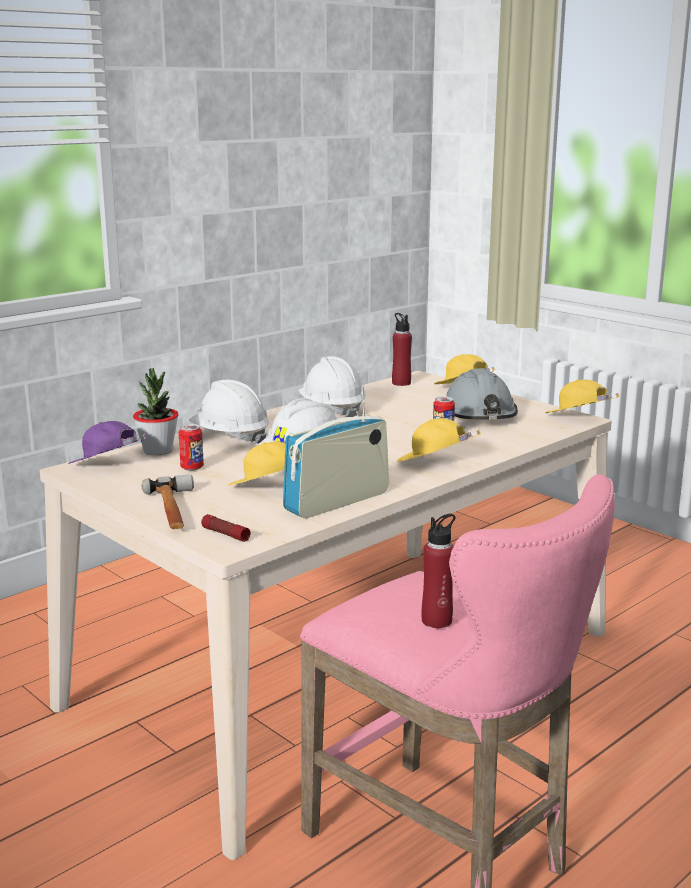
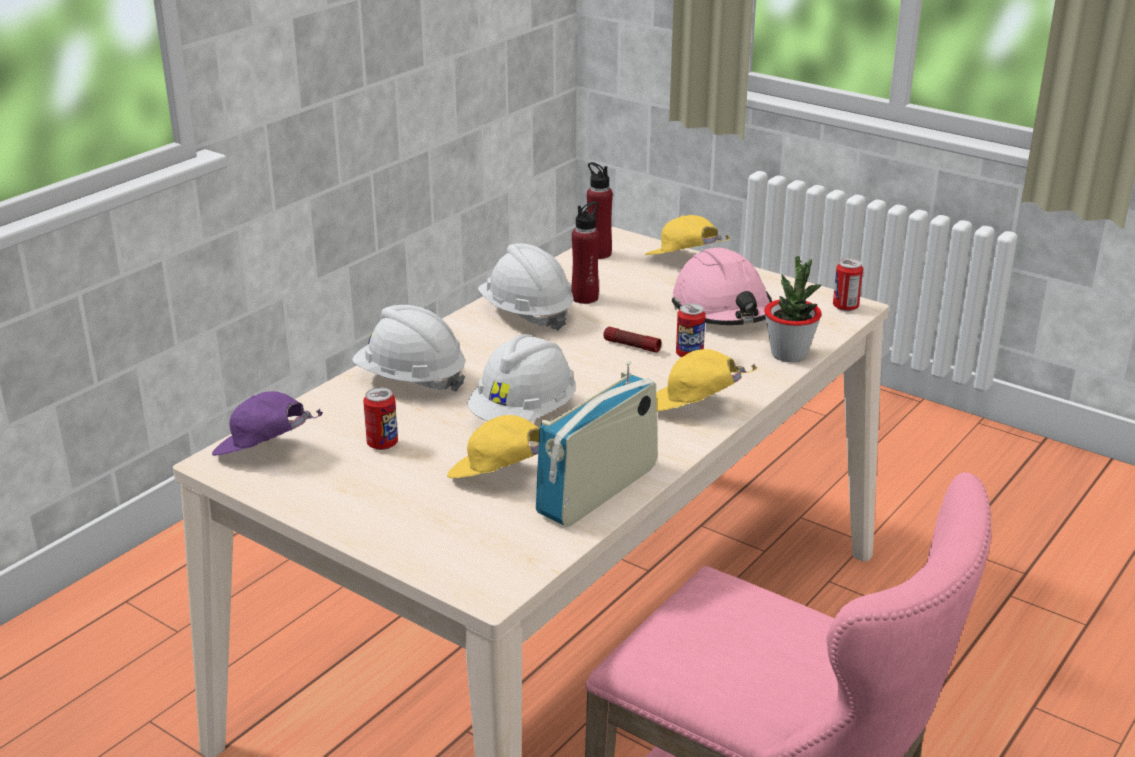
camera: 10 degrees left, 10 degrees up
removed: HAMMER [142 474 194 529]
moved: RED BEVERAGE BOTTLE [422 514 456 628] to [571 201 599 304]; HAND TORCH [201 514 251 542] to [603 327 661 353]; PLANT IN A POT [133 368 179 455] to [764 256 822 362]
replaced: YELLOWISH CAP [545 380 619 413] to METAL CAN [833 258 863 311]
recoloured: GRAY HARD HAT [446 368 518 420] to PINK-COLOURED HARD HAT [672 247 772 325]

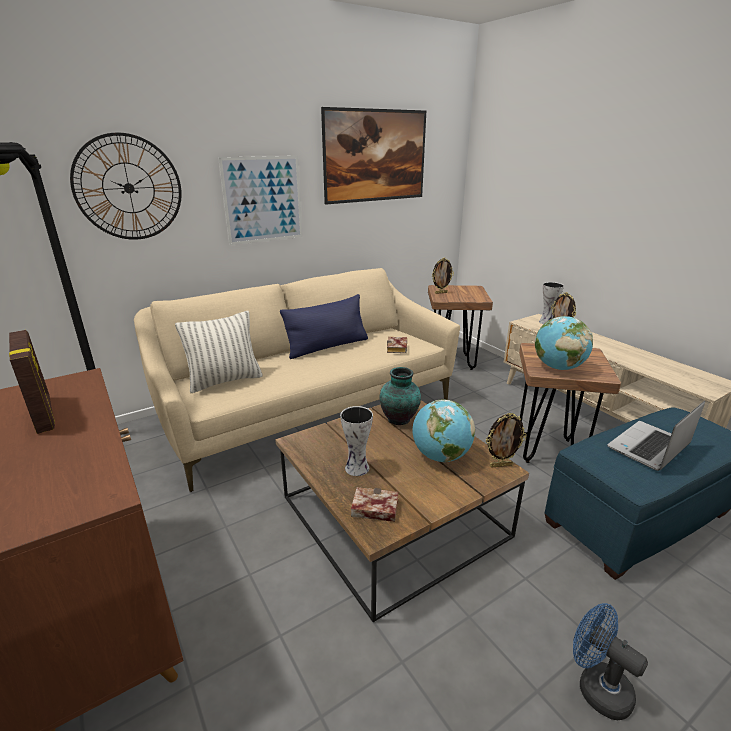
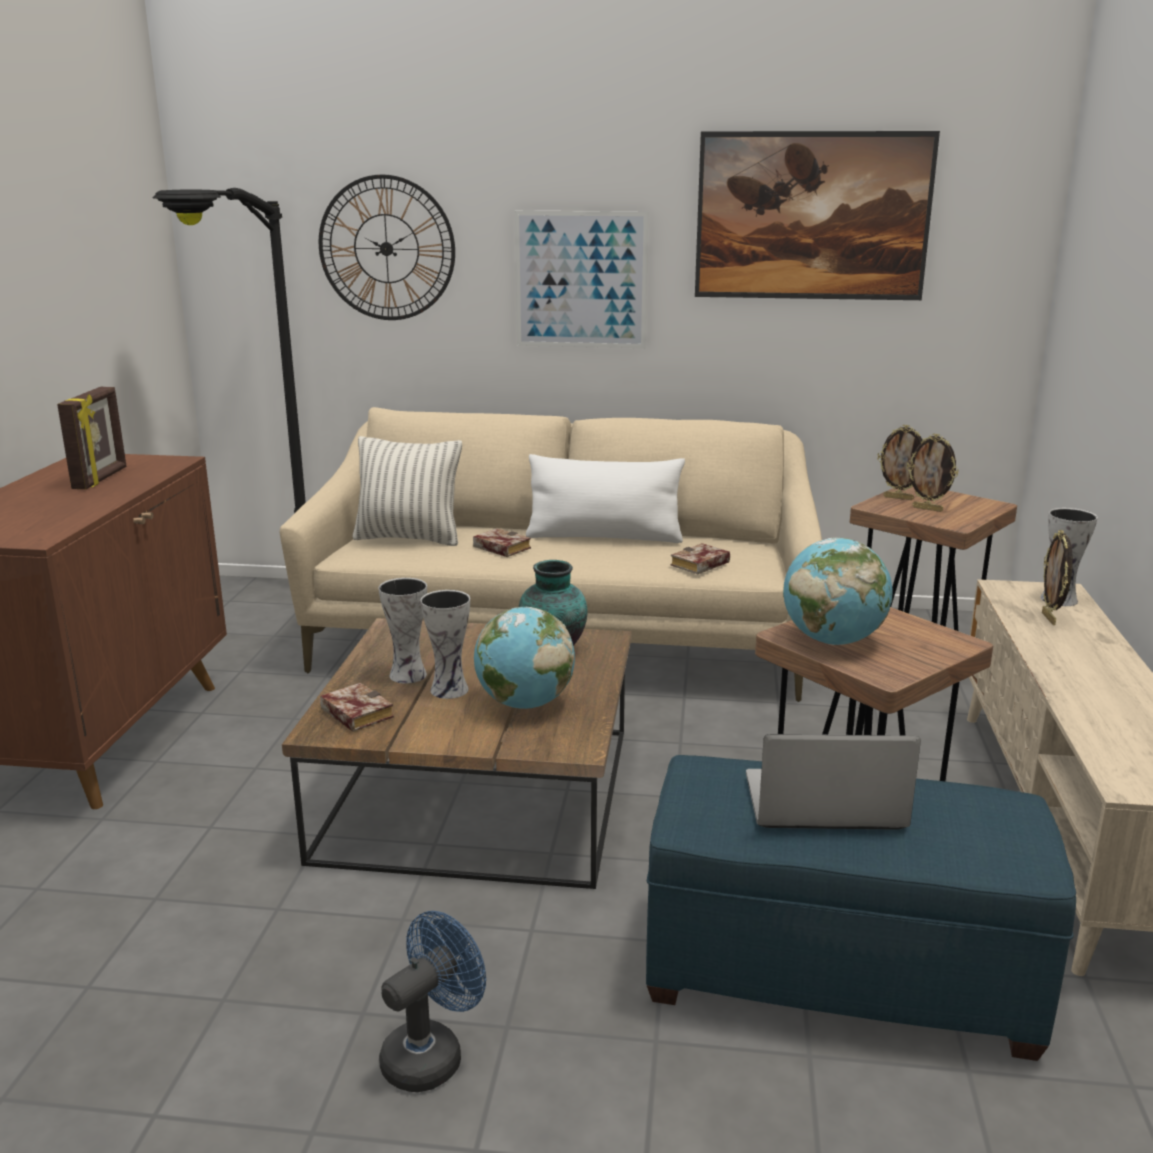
camera: 40 degrees right, 5 degrees down
added: VASE [420 590 470 699]; VOLUME [473 528 531 557]
moved: PICTURE FRAME [486 413 527 468] to [906 434 959 512]
recoloured: BLUE THROW PILLOW [280 294 368 359] to WHITE THROW PILLOW [526 454 685 543]
turned: BLUE FAN [573 603 648 720] = [379 911 486 1092] 45 degrees clockwise

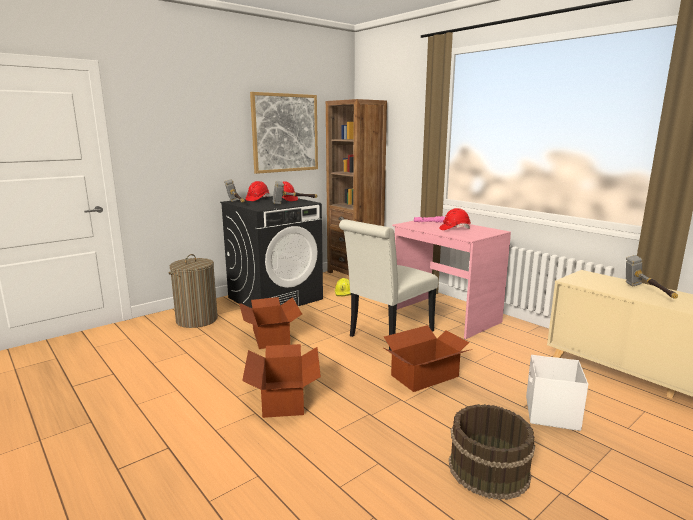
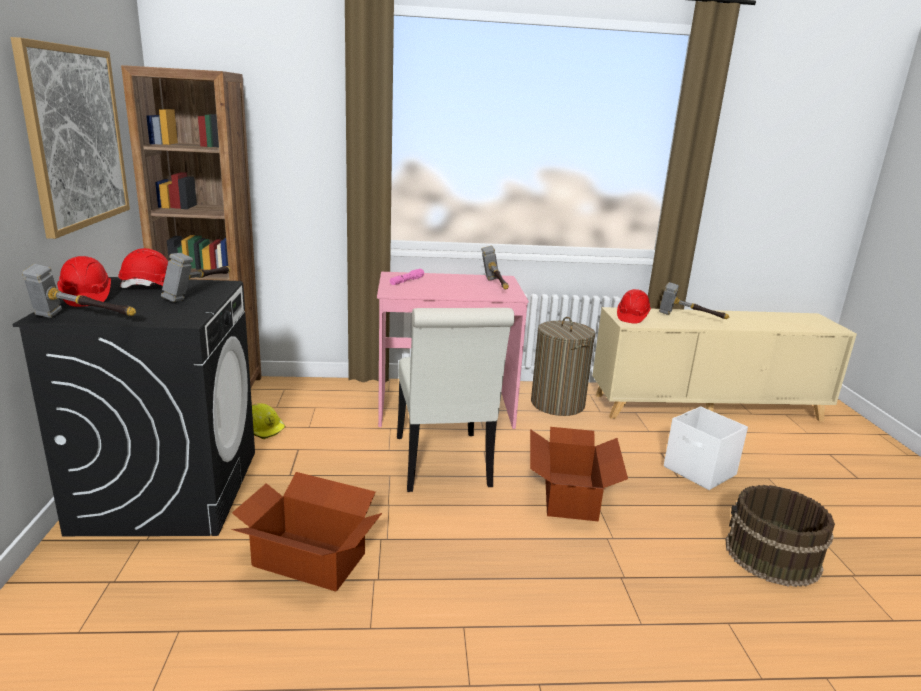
camera: 55 degrees left, 5 degrees up
removed: CARDBOARD BOX [242 344 321 418]
added: HAMMER [481 246 509 290]
moved: WASHING BASKET [168 254 218 328] to [531 317 595 416]; RED HARD HAT [439 208 471 230] to [617 289 651 324]

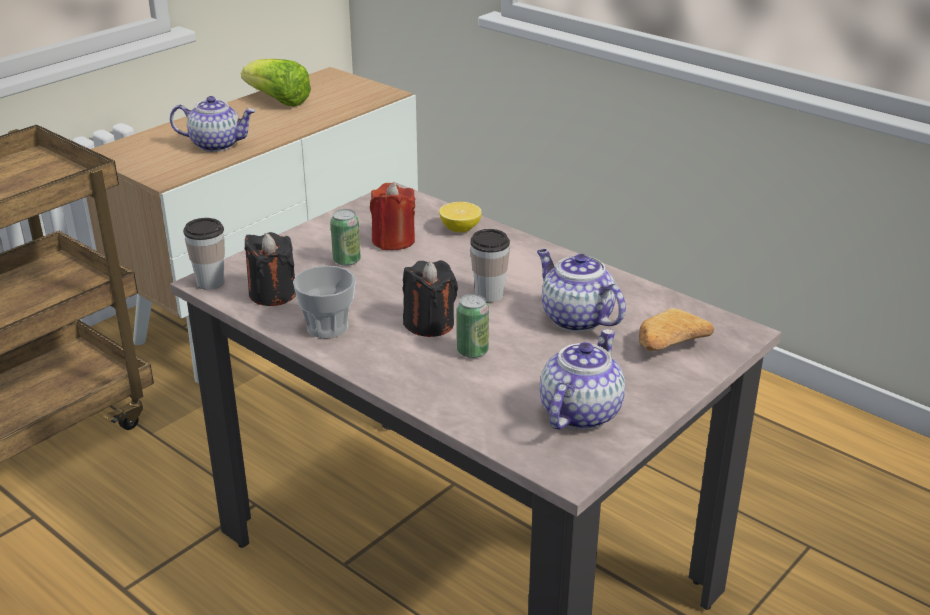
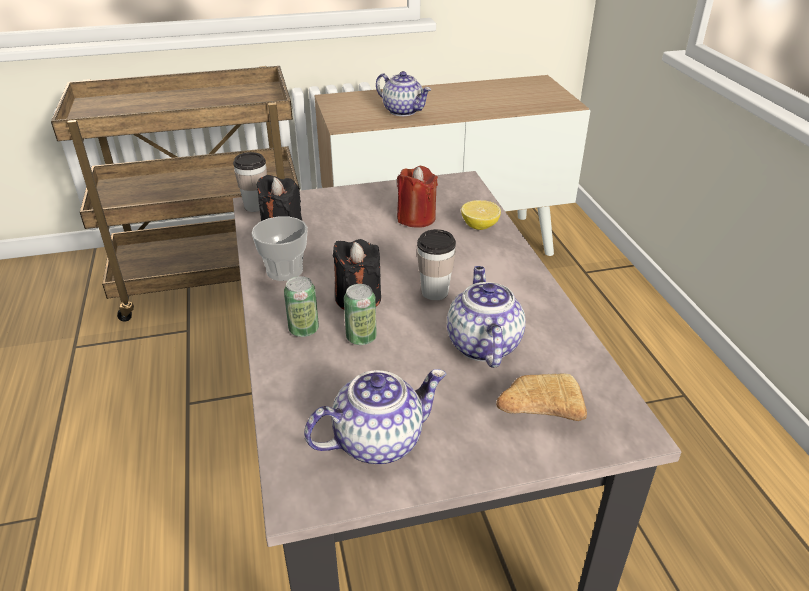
camera: 35 degrees right, 5 degrees up
removed: HEAD OF LETTUCE [241 59 311 107]
moved: METAL CAN [330 209 361 266] to [284 276 319 337]

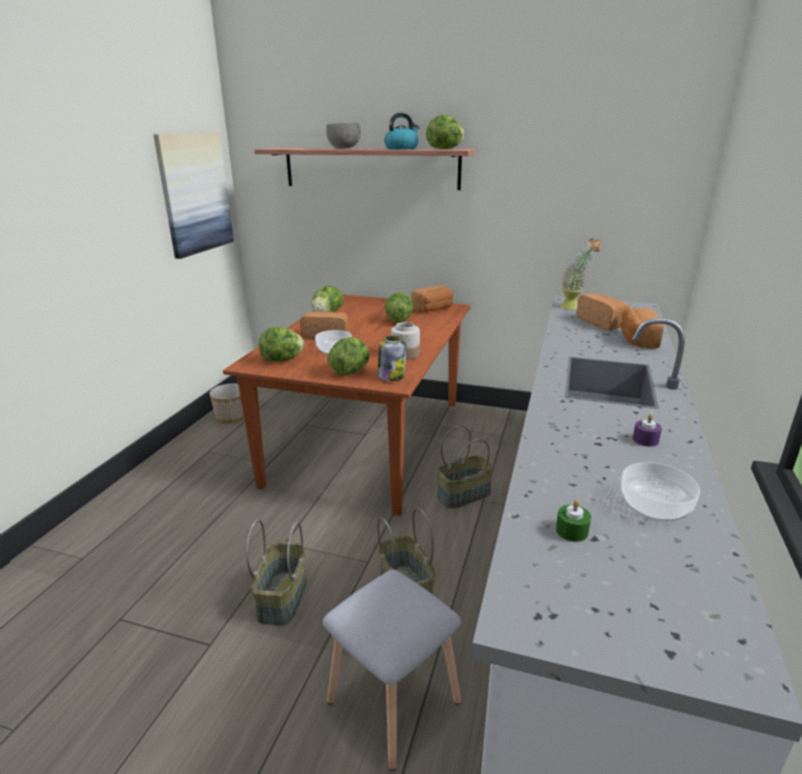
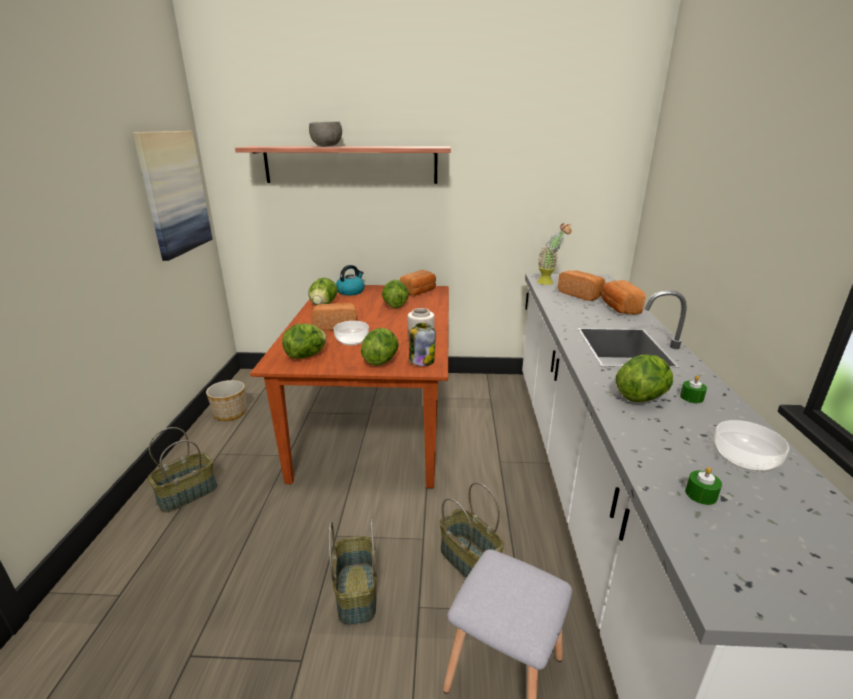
camera: 15 degrees left, 0 degrees up
moved: HOUSEHOLD BASKET [436 426 494 509] to [148 427 217 512]; KETTLE [384 113 419 149] to [336 265 365 296]; HEAD OF LETTUCE [426 115 464 149] to [616 355 673 402]
recoloured: PURPLE-COLOURED WAX LIGHT [633 414 662 447] to GREEN-COLOURED WAX LIGHT [680 375 707 403]

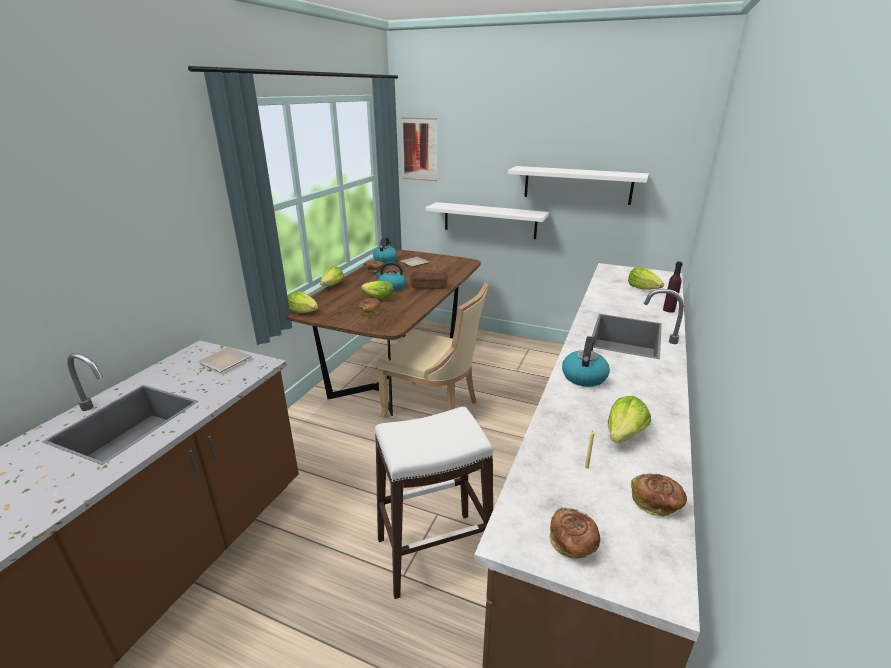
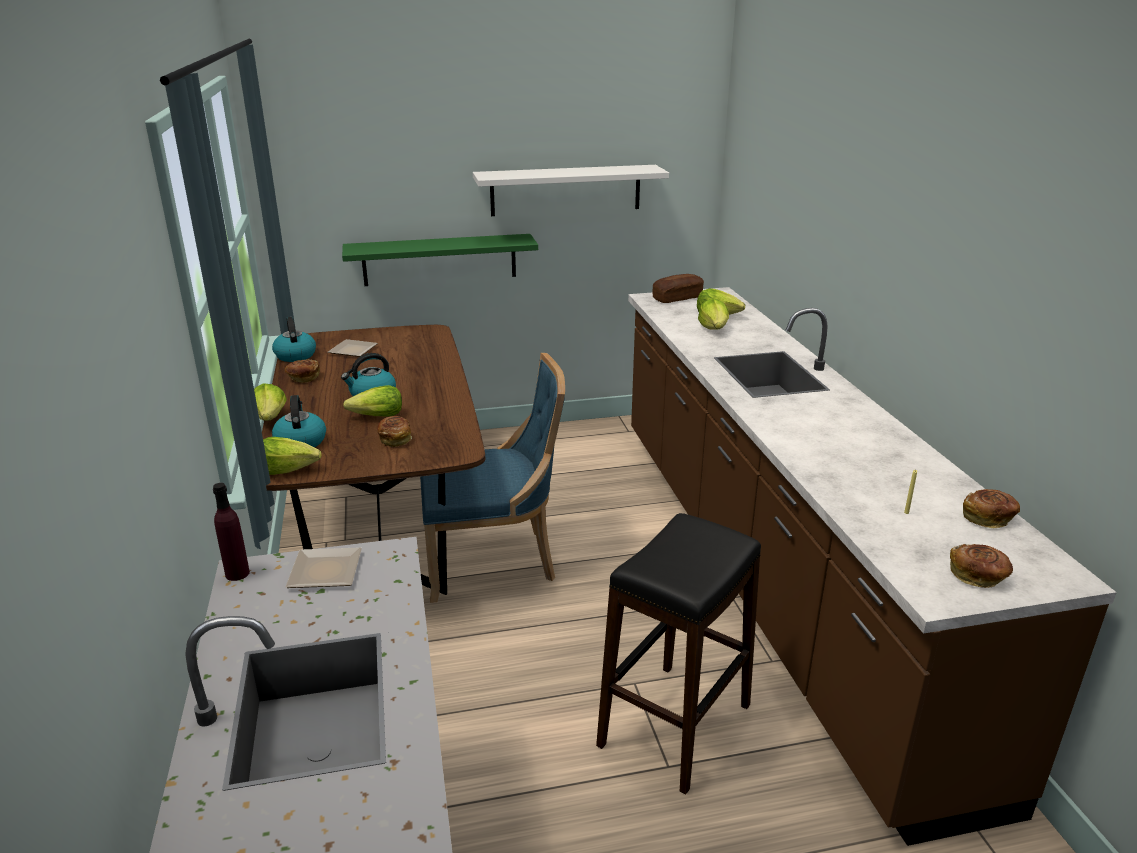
camera: 35 degrees left, 0 degrees up
removed: WALL PICTURE [401 117 437 181]
moved: PURPLE-COLOURED BEVERAGE BOTTLE [663 261 683 313] to [213 483 250 581]; KETTLE [562 336 610 387] to [272 395 326 447]; BAKED BREAD [410 270 448 289] to [652 274 704 303]; HEAD OF LETTUCE [608 396 651 443] to [698 299 729 330]
recoloured: WHITE BRACKET SHELF [425 202 549 239] to GREEN-COLOURED BRACKET SHELF [342 234 538 286]; SAND-COLOURED PLAIN CHAIR [377 283 488 418] to BLUE PLAIN CHAIR [420 353 565 603]; WHITE STOOL SEAT [375 407 493 599] to BLACK-COLOURED STOOL SEAT [596 513 761 795]

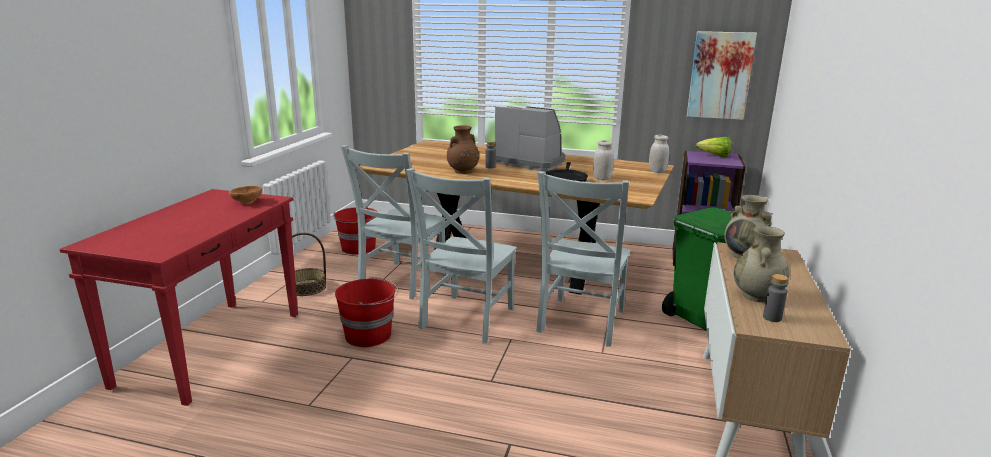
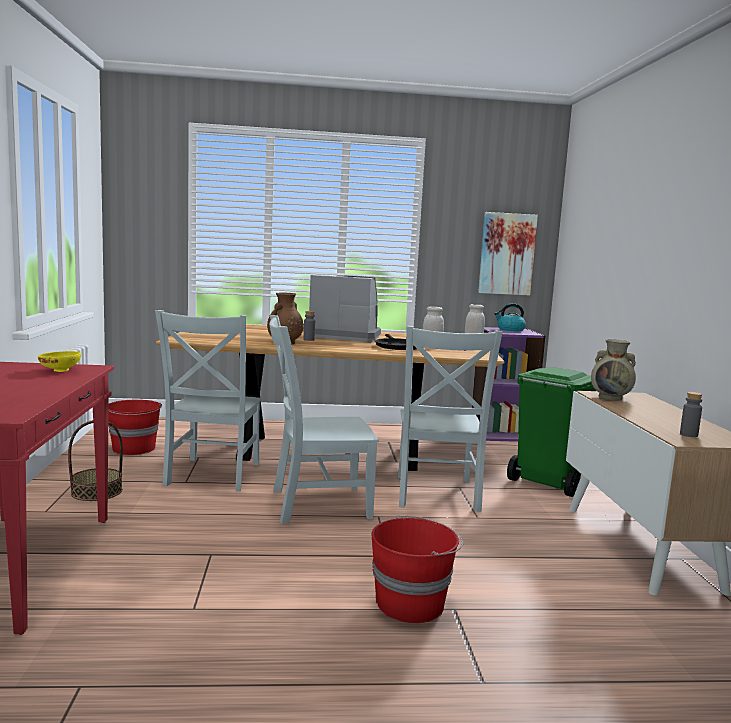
camera: 20 degrees left, 10 degrees down
removed: SAND-COLOURED VASE [734 226 790 302]
moved: RED PAIL [335 277 398 347] to [371 515 463 623]
replaced: HEAD OF LETTUCE [696 137 731 157] to KETTLE [494 304 526 331]
recoloured: BROWNISH SERVING BOWL [229 186 262 204] to YELLOWISH SERVING BOWL [38 351 81 372]
turned: GRAY PLAIN CHAIR [406 168 517 343] = [269 315 379 524] 75 degrees clockwise

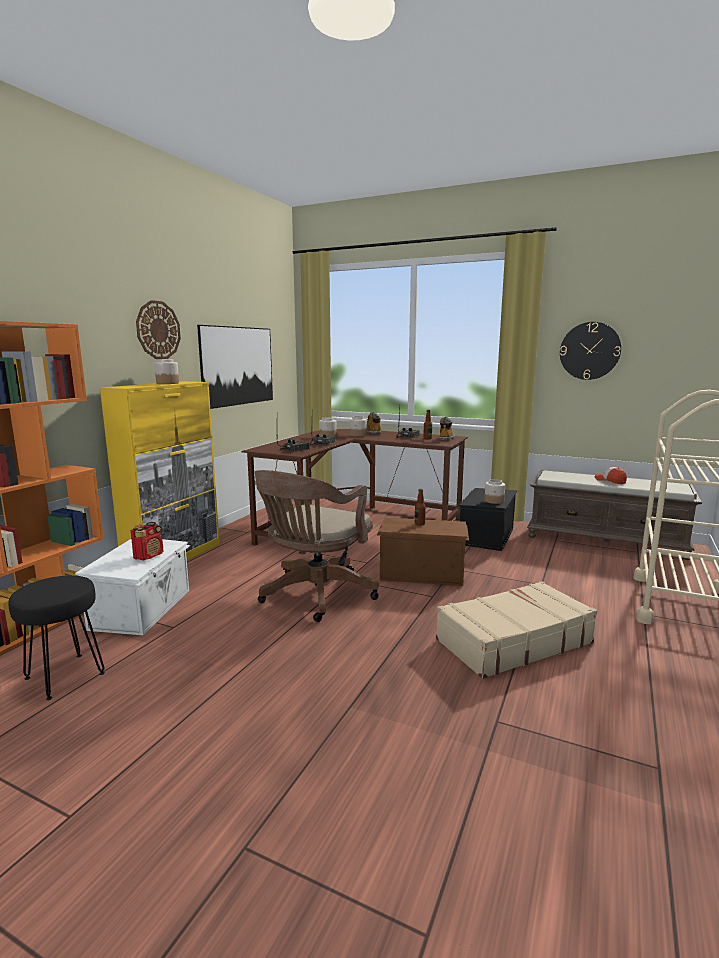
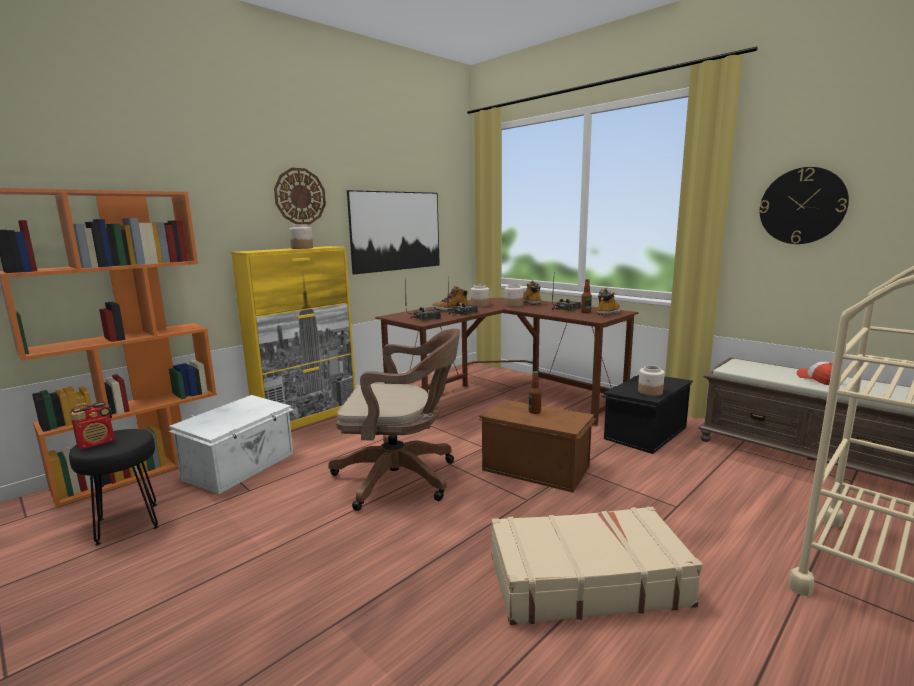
camera: 20 degrees right, 0 degrees up
added: BOOT [432 285 468 311]
moved: RADIO [131 522 164 561] to [70 402 115 449]
turned: BROWNISH DESK CHAIR [255 470 379 622] = [328 328 460 511] 135 degrees counterclockwise

